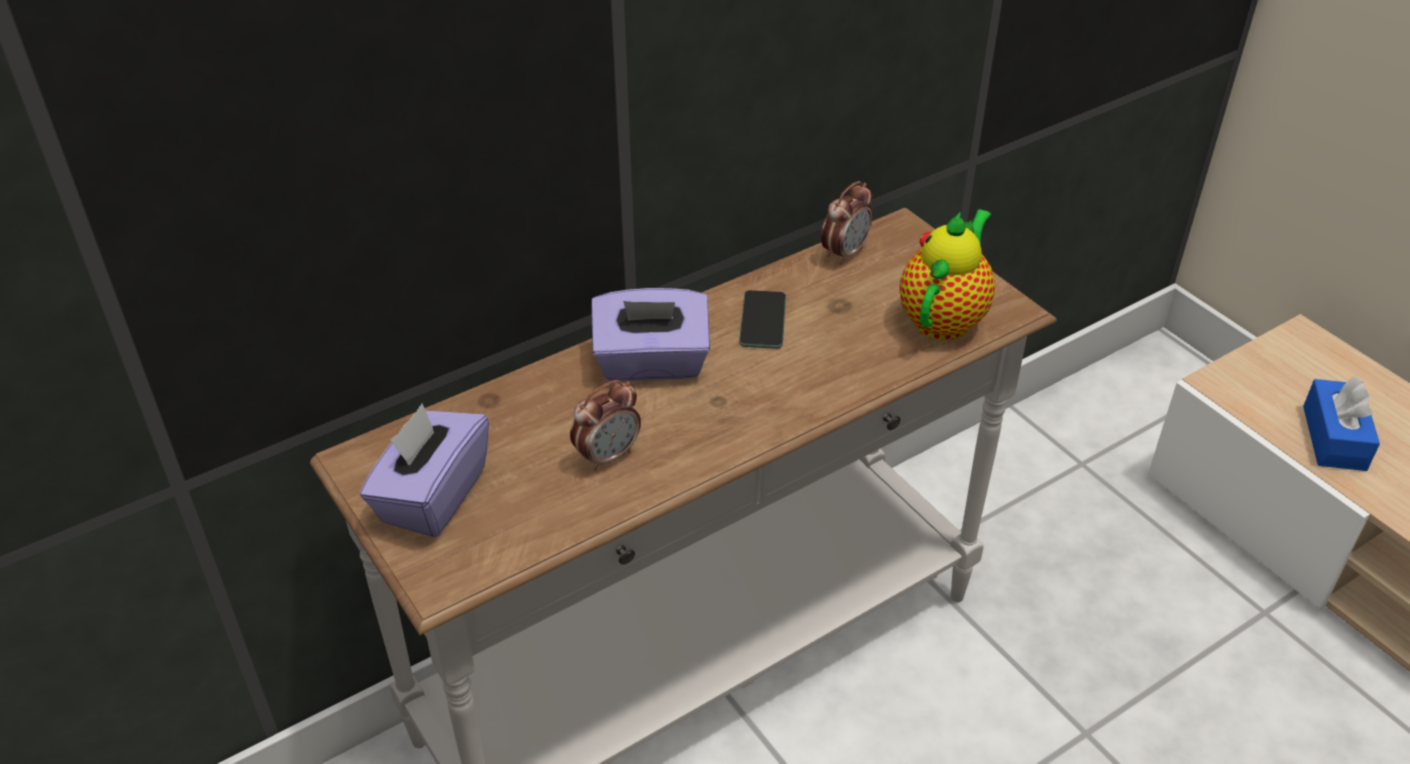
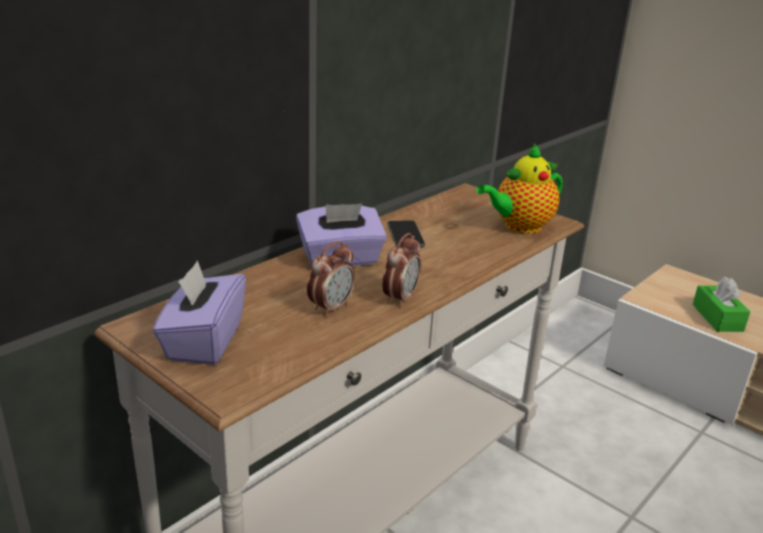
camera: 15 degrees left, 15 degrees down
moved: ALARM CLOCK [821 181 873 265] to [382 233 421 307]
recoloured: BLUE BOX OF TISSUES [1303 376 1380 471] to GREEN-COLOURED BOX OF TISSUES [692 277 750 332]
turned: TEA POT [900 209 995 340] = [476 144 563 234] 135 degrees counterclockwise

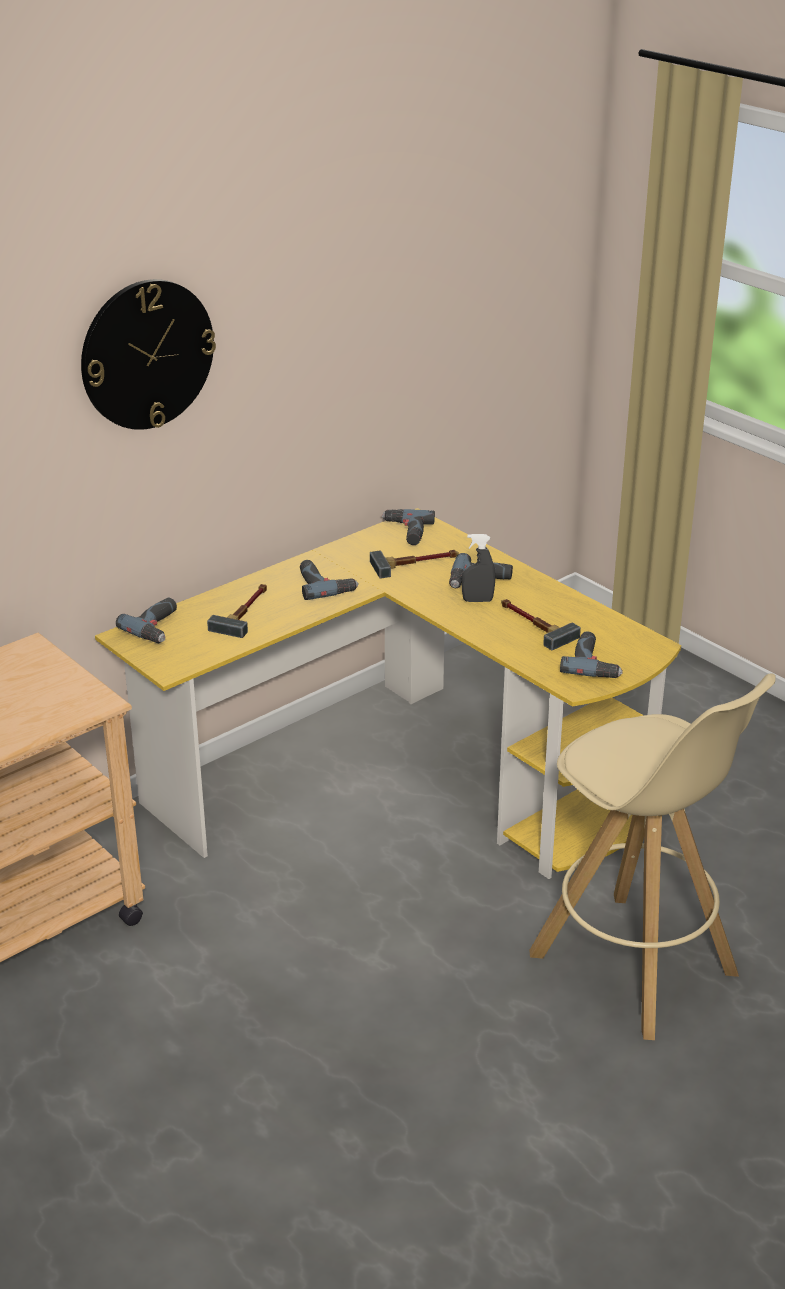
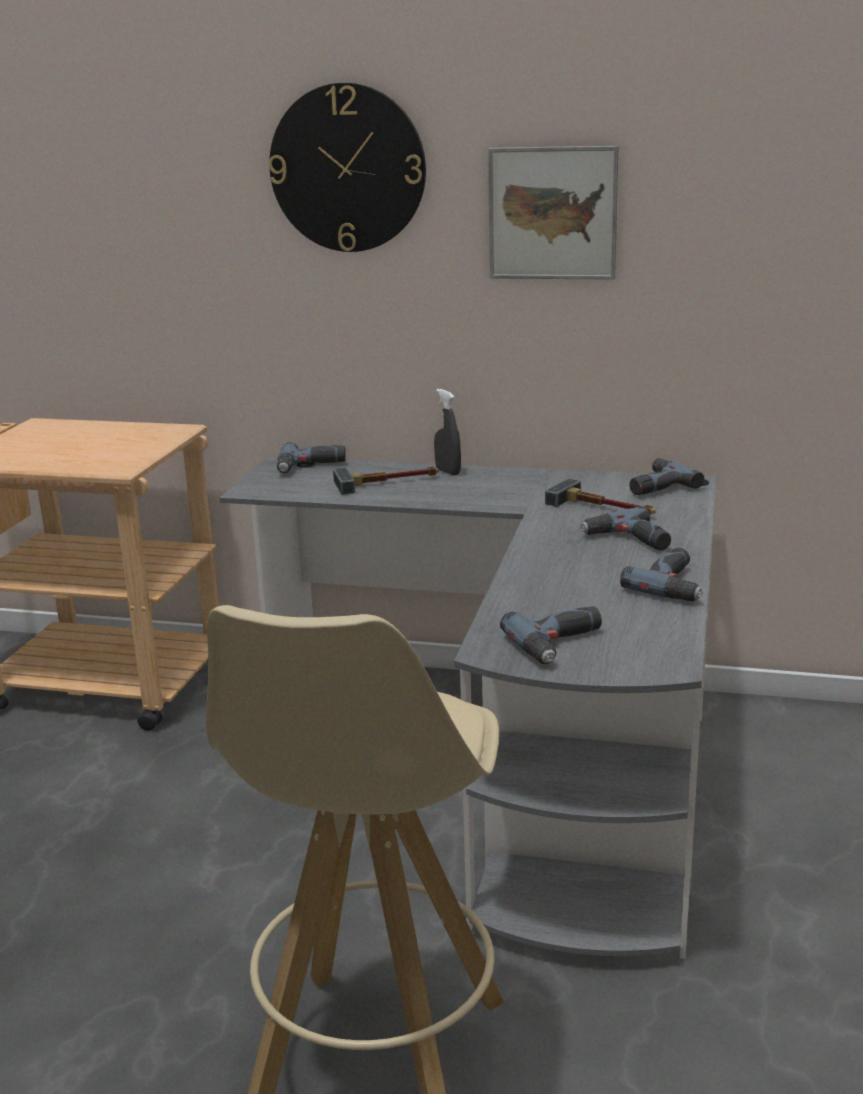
camera: 55 degrees right, 10 degrees down
removed: HAMMER [501 599 581 650]
added: WALL PICTURE [488 146 618 280]
moved: GRAY HAND SPRAYER [462 534 495 602] to [434 389 461 476]; ELECTRIC DRILL [300 560 359 600] to [620 548 703 602]
recoloured: YELLOWISH DESK TABLE [95 508 681 879] to GRAY DESK TABLE [220 456 716 959]

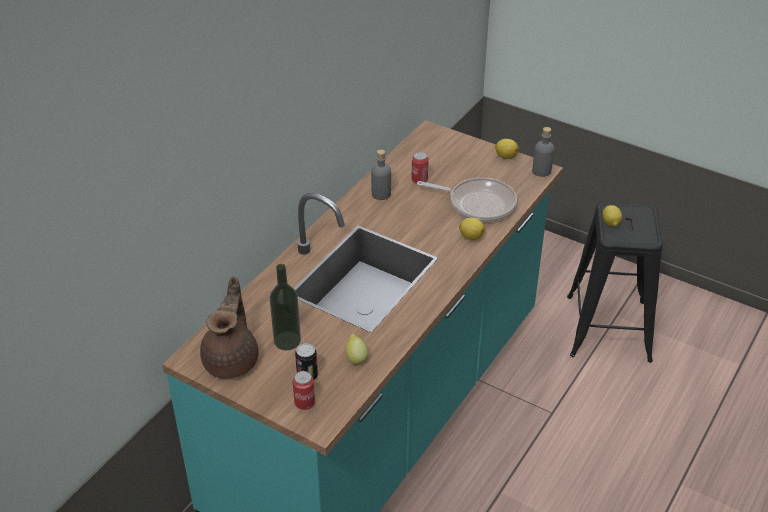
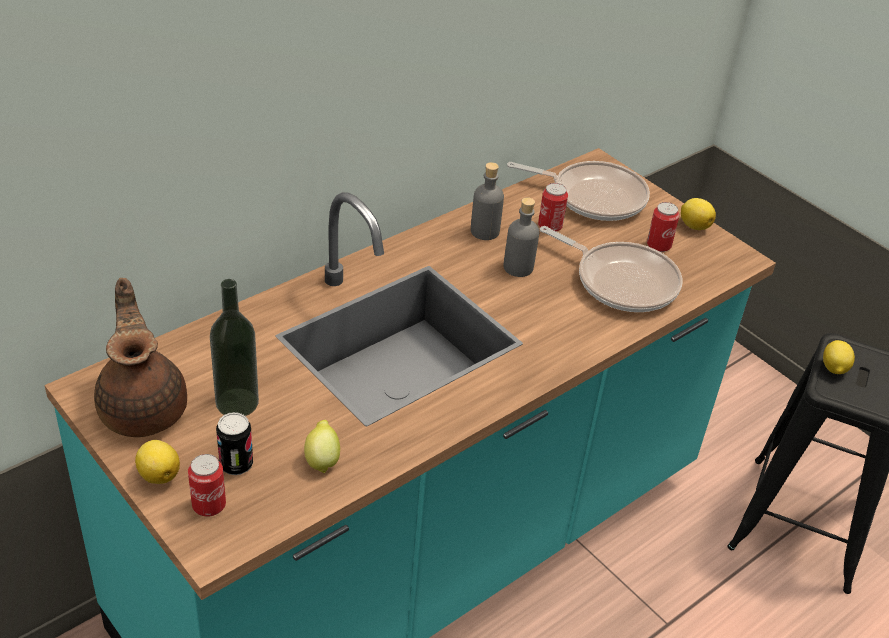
camera: 15 degrees right, 0 degrees up
added: SKILLET [507 161 650 221]; METAL CAN [647 202 680 252]
moved: CITRUS FRUIT [459 218 485 240] to [135 440 180 484]; GRAY BEVERAGE BOTTLE [532 127 554 177] to [503 197 539 277]
turned: BROWNISH TEA POT [200 276 259 379] = [94 278 187 437] 45 degrees counterclockwise

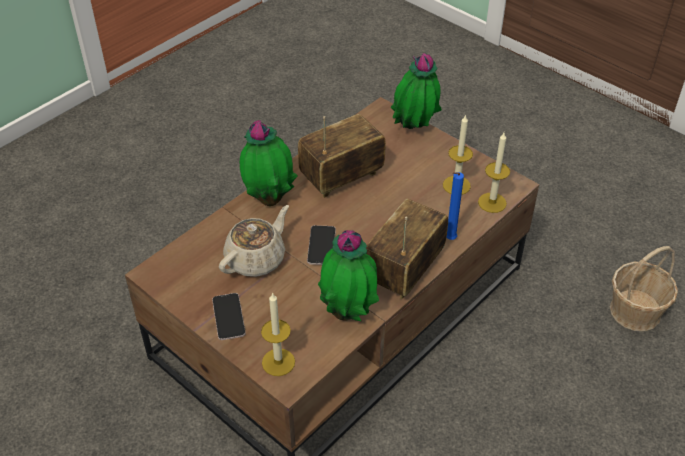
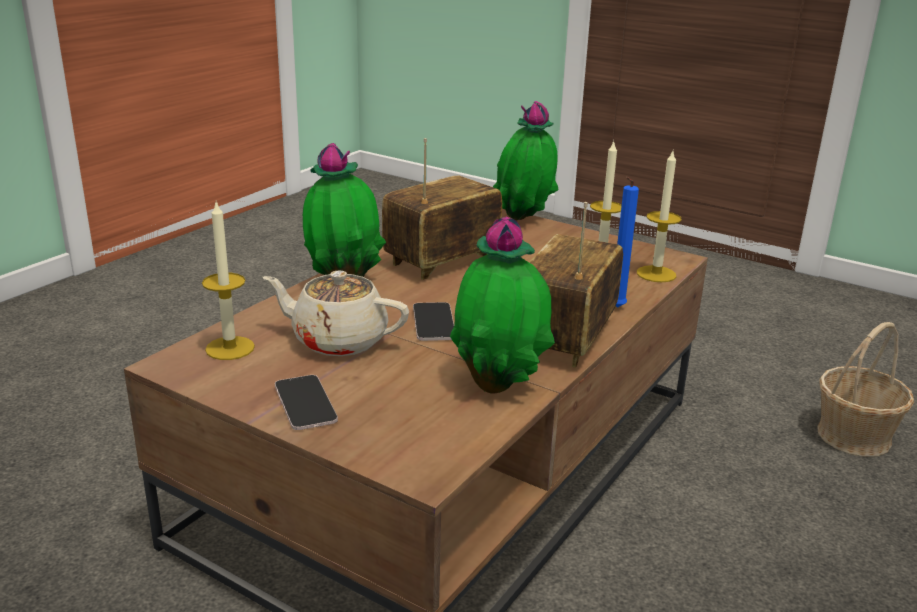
camera: 10 degrees left, 20 degrees down
moved: WAX LIGHT [261 292 295 376] to [202 202 255 360]
turned: SAND-COLOURED TEA POT [219 205 289 277] = [263 270 409 356] 105 degrees counterclockwise

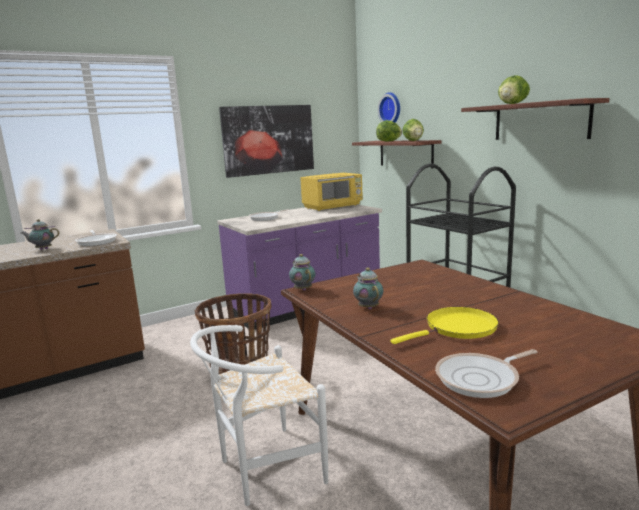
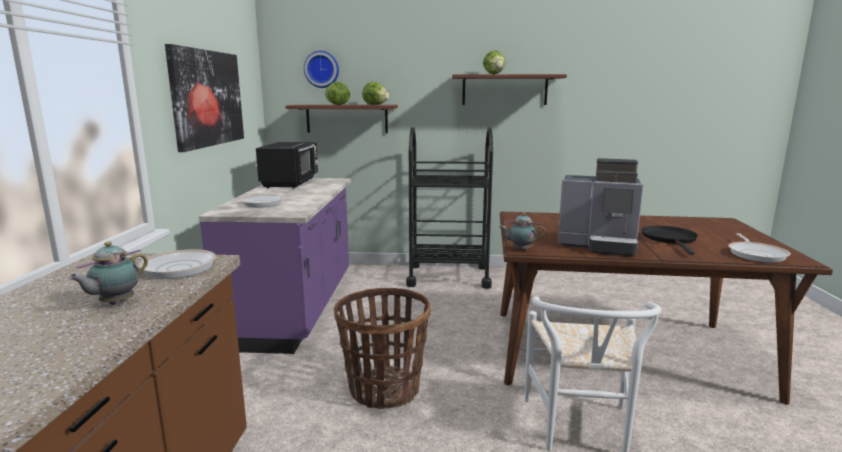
camera: 55 degrees left, 0 degrees up
replaced: TEA POT [353 268 384 309] to COFFEE MAKER [558 158 644 256]
recoloured: YELLOWISH KITCHEN MICROWAVE [300 173 363 211] to BLACK-COLOURED KITCHEN MICROWAVE [256 142 318 189]; YELLOWISH SKILLET [390 307 499 344] to BLACK-COLOURED SKILLET [641 226 698 255]

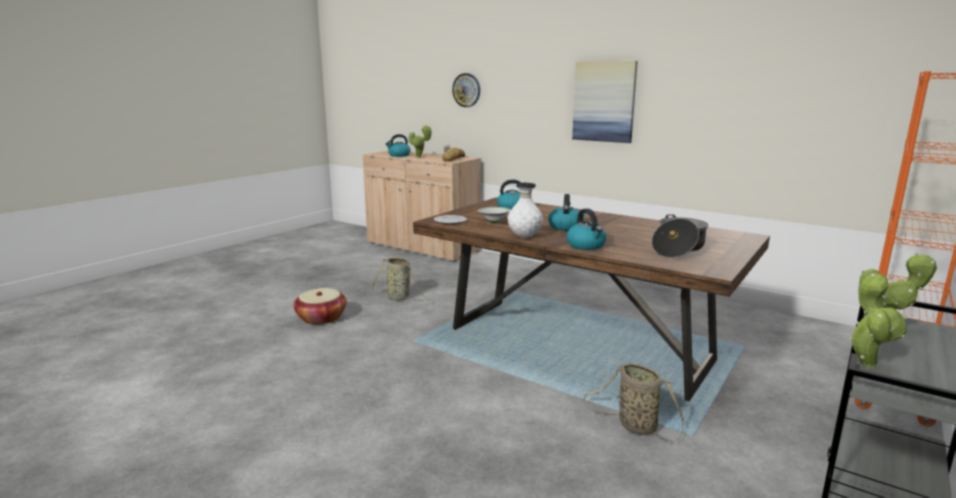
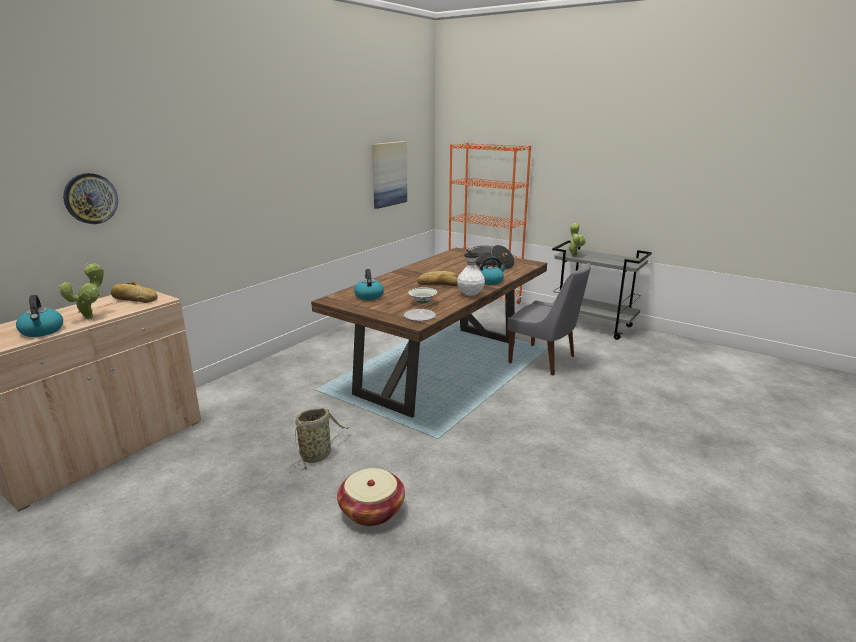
camera: 90 degrees left, 5 degrees up
removed: PLANT IN A POT [849 273 907 369]
moved: WALL PICTURE [572 61 638 143] to [372 141 407 209]
replaced: KETTLE [548 194 584 231] to BAKED BREAD [417 271 458 286]; HOUSEHOLD BASKET [584 363 684 441] to GRAY PLAIN CHAIR [508 263 591 376]

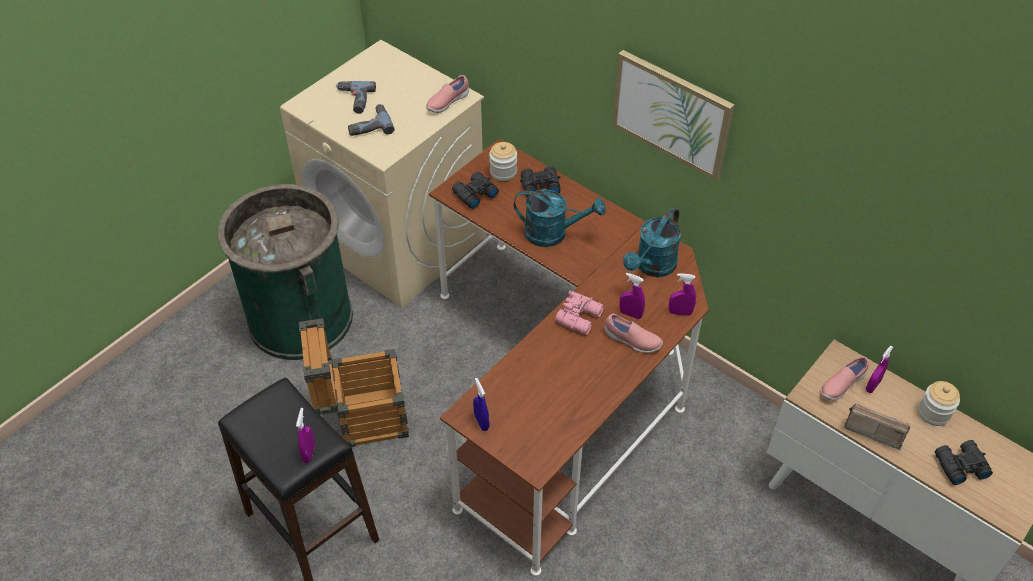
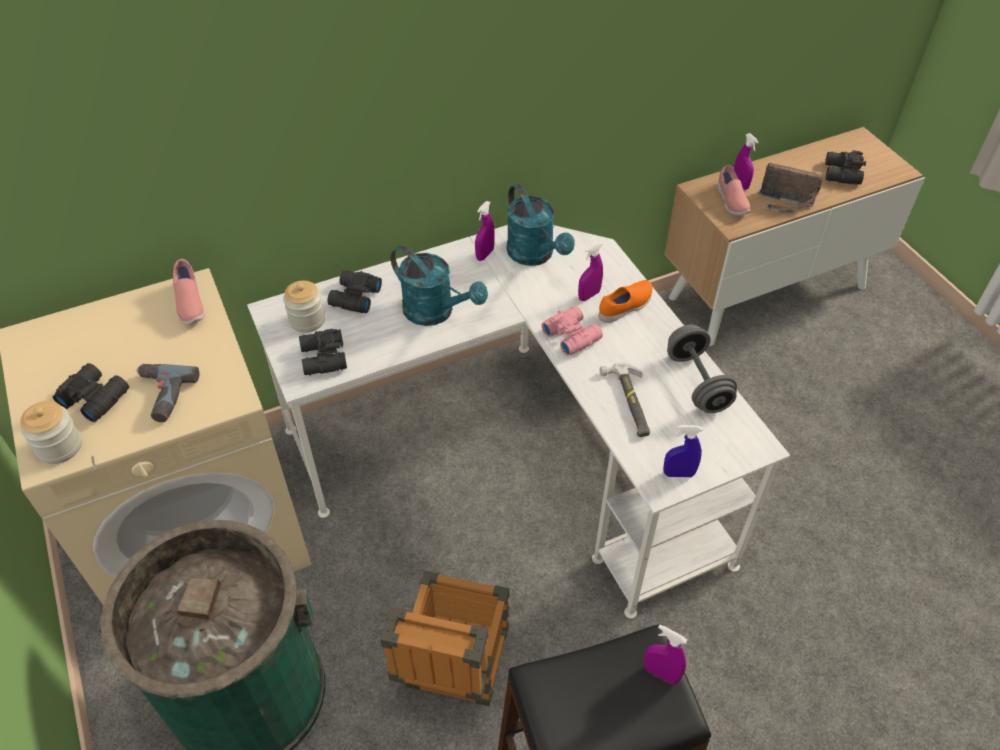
camera: 65 degrees left, 0 degrees up
removed: WALL PICTURE [612 50 735 181]
added: HAMMER [600 363 650 437]; GRAY FREE WEIGHT [667 325 737 413]
moved: STORAGE JAR [918 381 960 426] to [20 401 82 464]; PURPLE-COLOURED HAND SPRAYER [669 273 696 316] to [475 201 495 261]
replaced: ELECTRIC DRILL [336 81 376 114] to BLACK-COLOURED FIELD GLASSES [53 363 129 422]
recoloured: BROWNISH DESK TABLE [429 139 709 576] to WHITE DESK TABLE [247 225 790 619]; PINK-COLOURED ITEM OF FOOTWEAR [604 313 663 353] to ORANGEY ITEM OF FOOTWEAR [598 280 653 323]
turned: TURQUOISE SPRINKLING CAN [514 189 606 247] = [390 246 488 326] 90 degrees clockwise; RADIO [844 404 910 450] = [759 163 822 213] 120 degrees counterclockwise

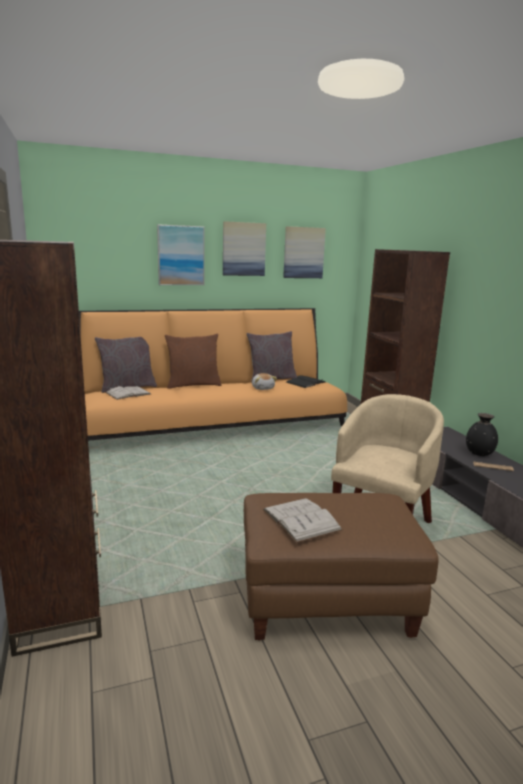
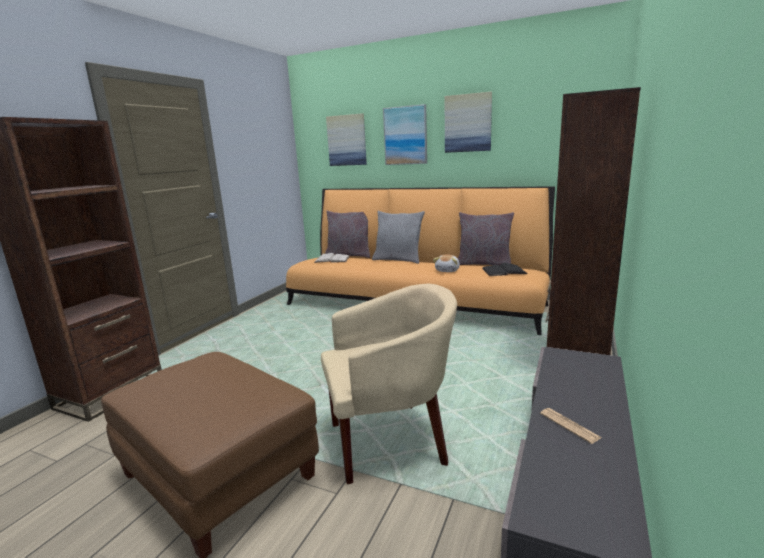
camera: 45 degrees right, 0 degrees up
removed: WHITE VOLUME [263 498 342 543]; BLACK-COLOURED VASE [466 413 498 456]
moved: WALL PICTURE [283 226 326 278] to [326 113 367 166]
recoloured: BROWNISH THROW PILLOW [165 333 221 389] to GRAY THROW PILLOW [372 211 425 264]

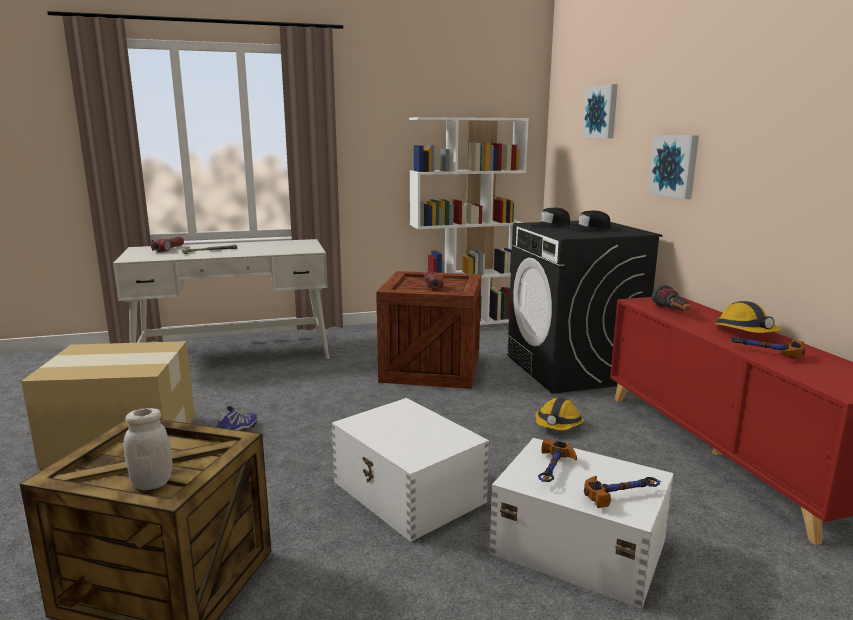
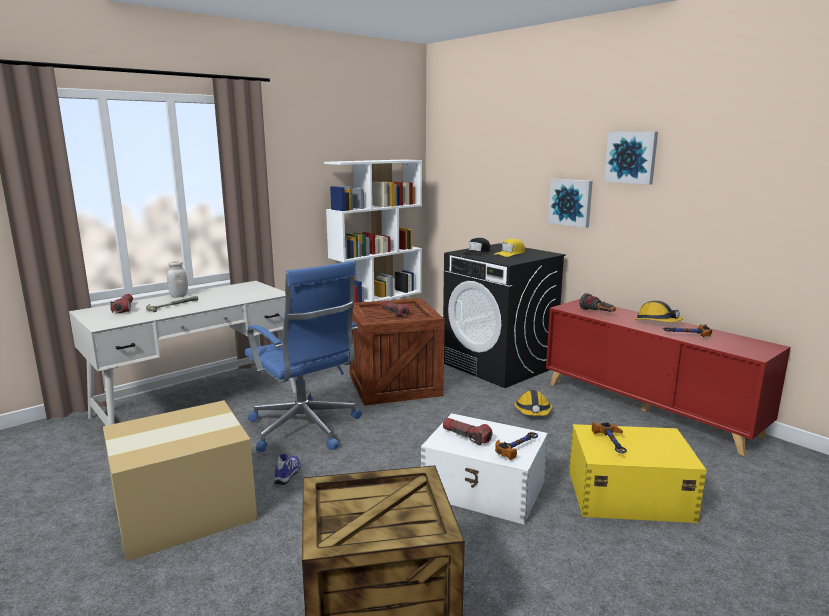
camera: 25 degrees left, 0 degrees up
added: BLUE DESK CHAIR [245 261 362 452]; HAND TORCH [443 418 493 445]
moved: WHITE STORAGE JAR [124 408 172 490] to [167 261 188 298]; HAMMER [584 476 661 508] to [495 432 538 460]; WALL PICTURE [582 84 618 139] to [604 132 658 185]
recoloured: BLACK-COLOURED CAP [567 211 611 232] to YELLOWISH CAP [494 239 525 257]; WHITE STORAGE BOX [489 438 674 609] to YELLOWISH STORAGE BOX [569 424 707 523]

